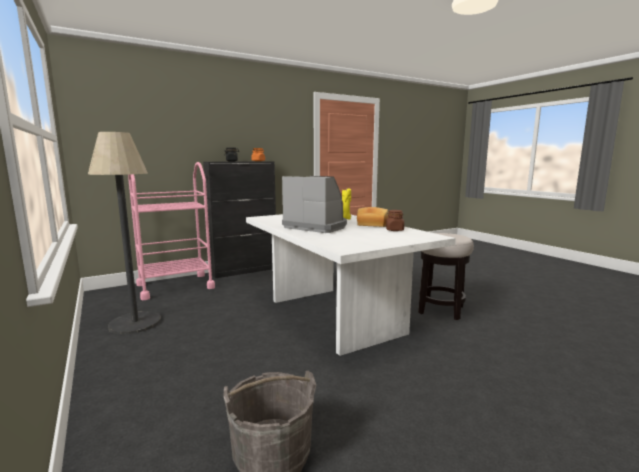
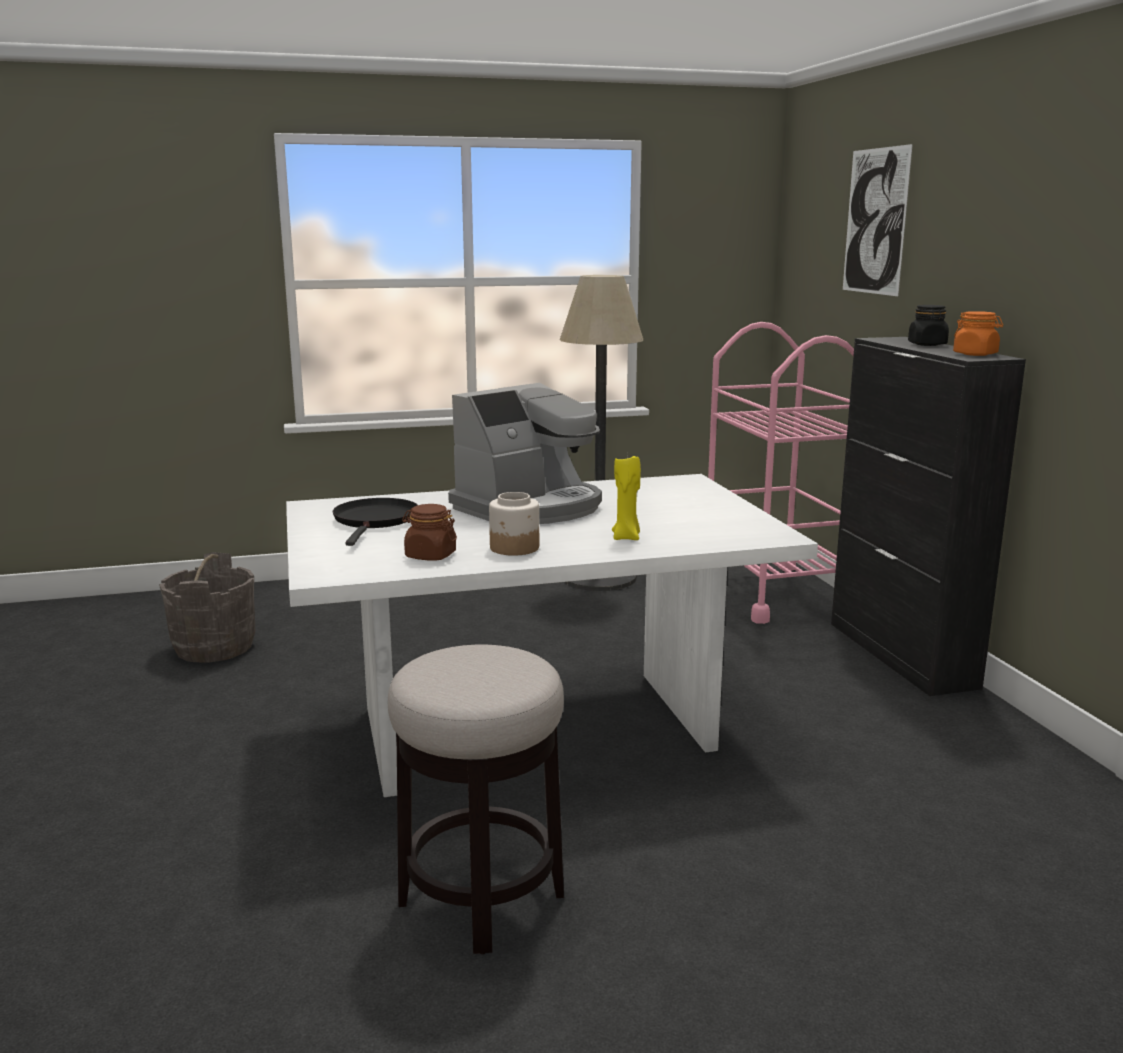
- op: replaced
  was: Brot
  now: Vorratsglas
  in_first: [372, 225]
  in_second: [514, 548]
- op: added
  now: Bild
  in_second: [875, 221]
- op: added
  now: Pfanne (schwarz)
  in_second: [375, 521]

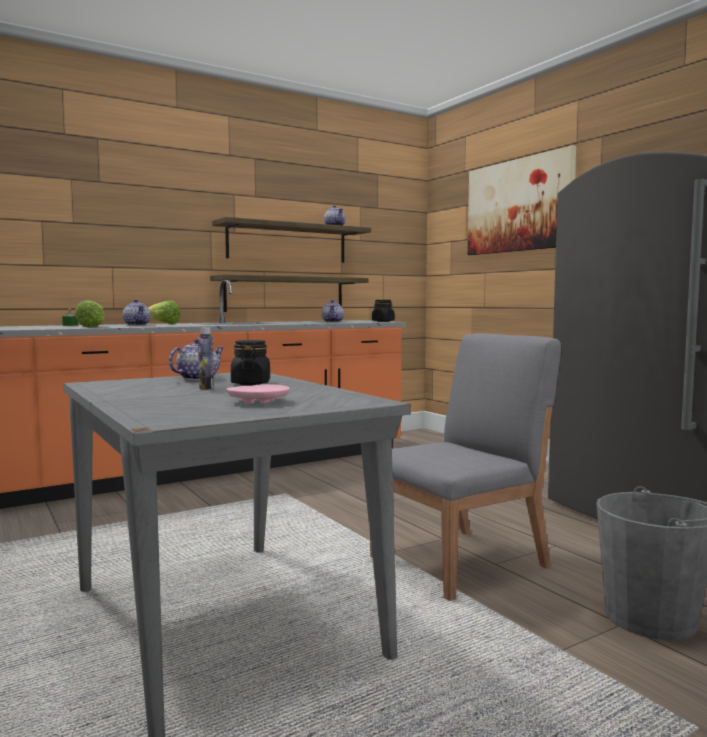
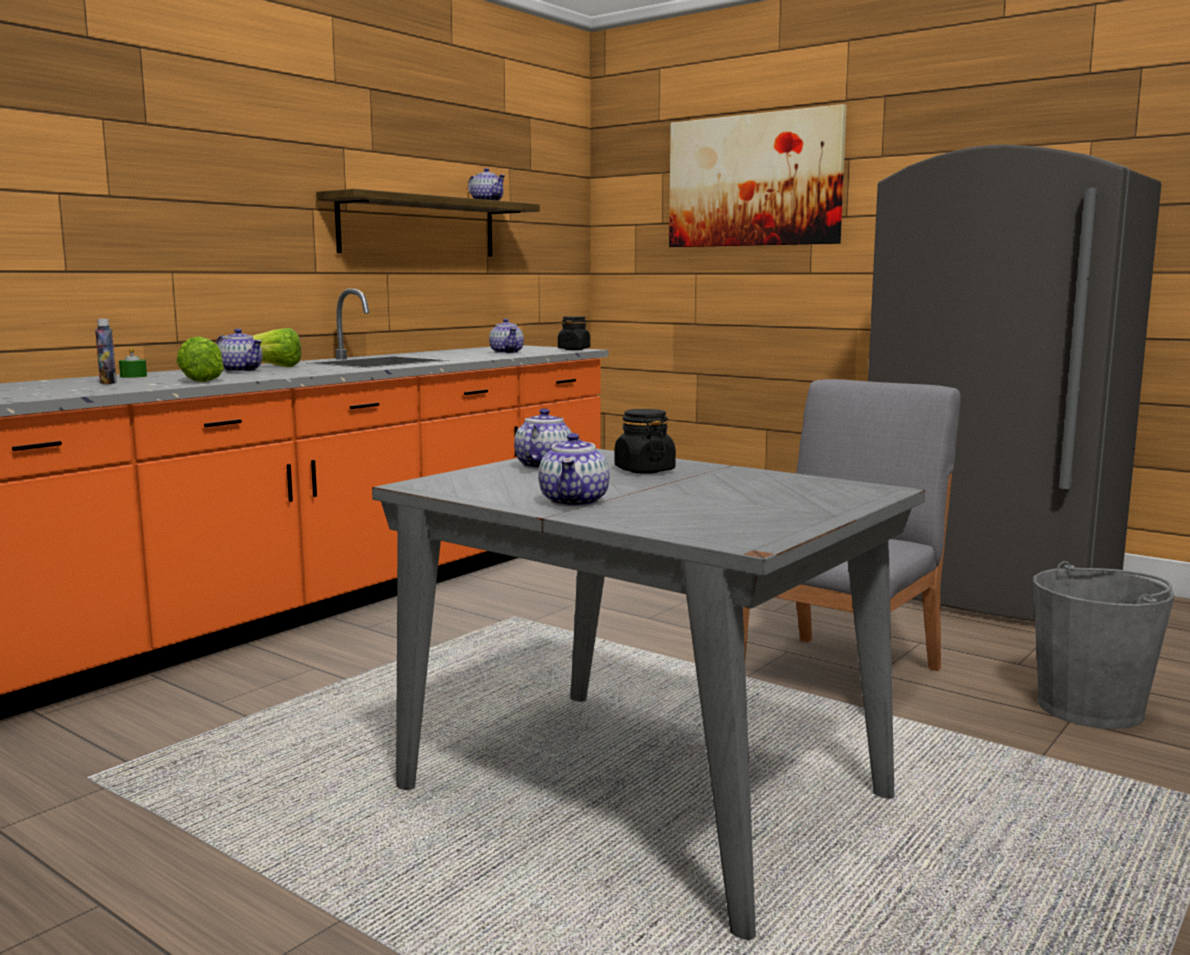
- op: removed
  was: Wandregal
  in_first: [285, 294]
- op: moved
  was: Flasche
  in_first: [206, 388]
  in_second: [108, 383]
- op: removed
  was: Teller (rosa)
  in_first: [258, 401]
- op: added
  now: Teekanne
  in_second: [575, 502]

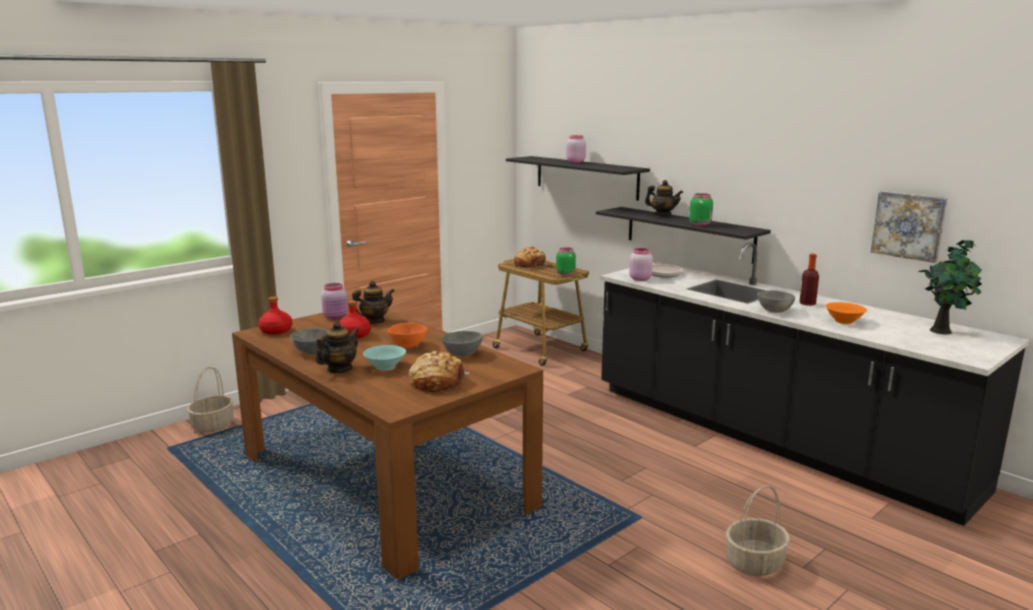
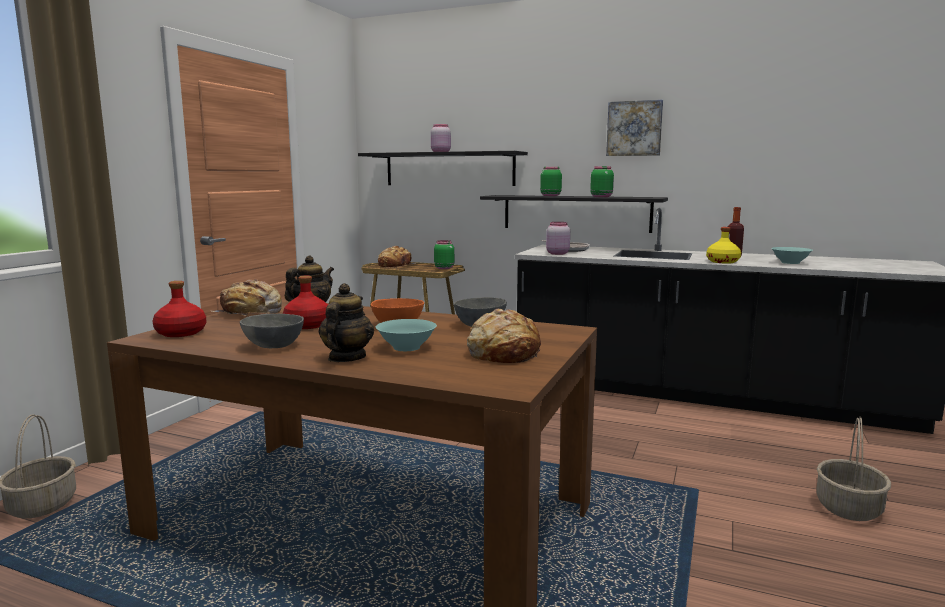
- op: replaced
  was: Teekanne
  now: Vorratsglas (grün)
  in_first: [663, 215]
  in_second: [550, 195]
- op: moved
  was: Bild
  in_first: [909, 225]
  in_second: [634, 128]
- op: removed
  was: Topfpflanze
  in_first: [942, 331]
- op: replaced
  was: Vorratsglas (rosa)
  now: Brot
  in_first: [336, 317]
  in_second: [251, 312]
- op: replaced
  was: Schüssel (grau)
  now: Flasche (gelb)
  in_first: [774, 311]
  in_second: [722, 262]
- op: recoloured
  was: Schüssel (orange)
  now: Schüssel (türkis)
  in_first: [844, 321]
  in_second: [790, 262]

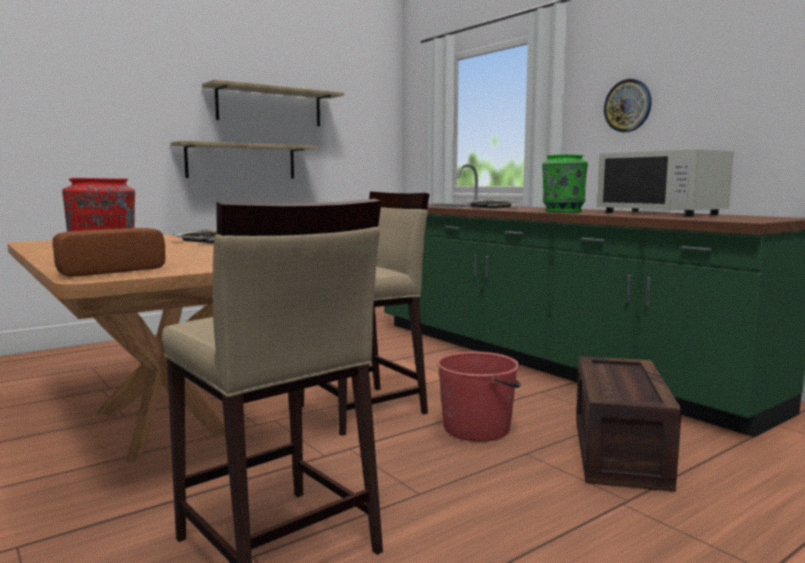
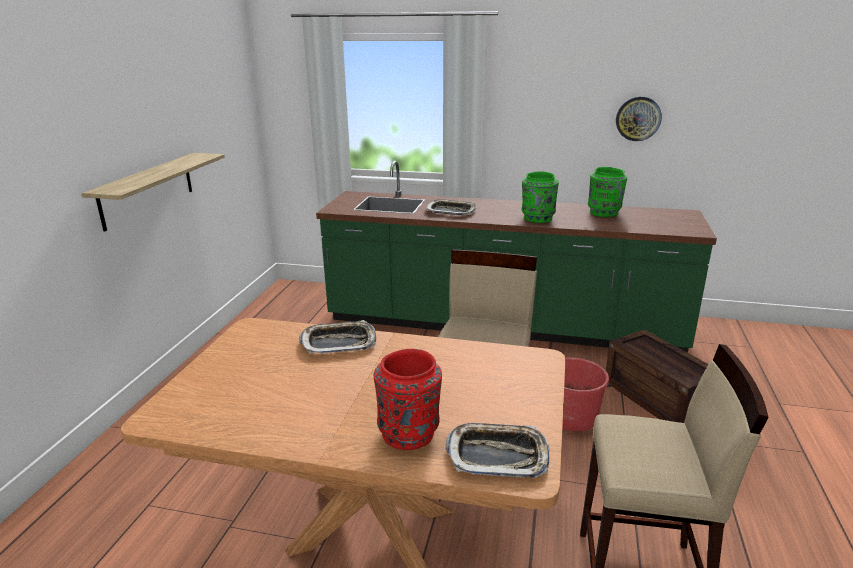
- op: moved
  was: Wanduhr
  in_first: [628, 106]
  in_second: [638, 118]
- op: removed
  was: Wandregal
  in_first: [269, 106]
- op: replaced
  was: Mikrowelle (weiß)
  now: Vase (grün)
  in_first: [661, 213]
  in_second: [604, 213]
- op: replaced
  was: Brot
  now: Tablett
  in_first: [108, 271]
  in_second: [497, 455]

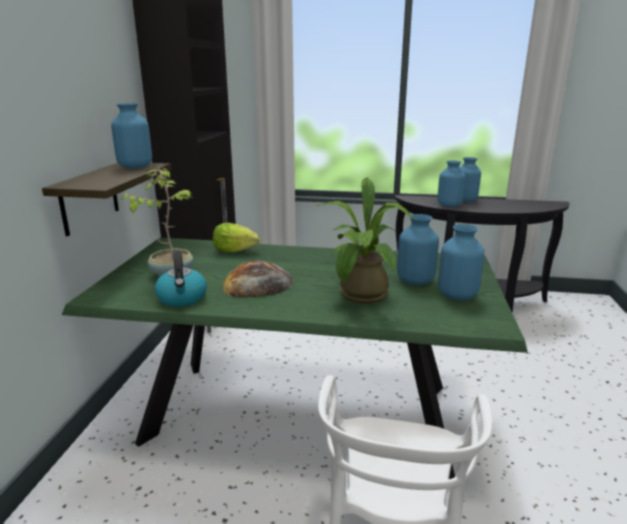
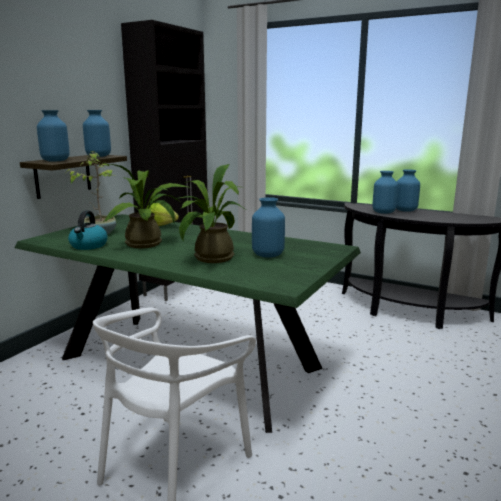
- op: moved
  was: Vase (blau)
  in_first: [458, 295]
  in_second: [56, 161]
- op: replaced
  was: Brot
  now: Topfpflanze
  in_first: [257, 284]
  in_second: [148, 244]

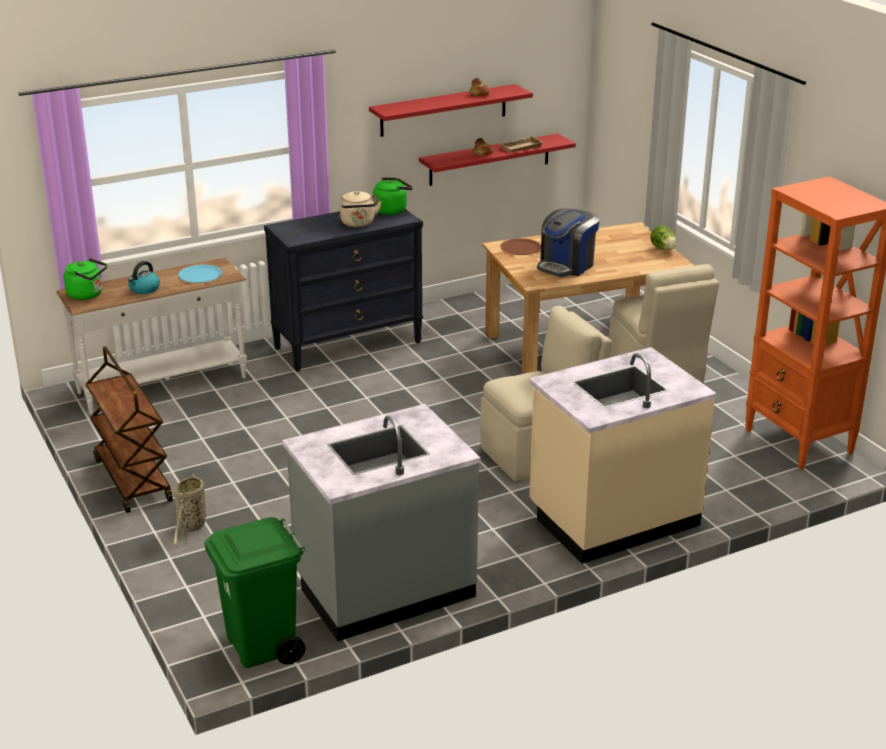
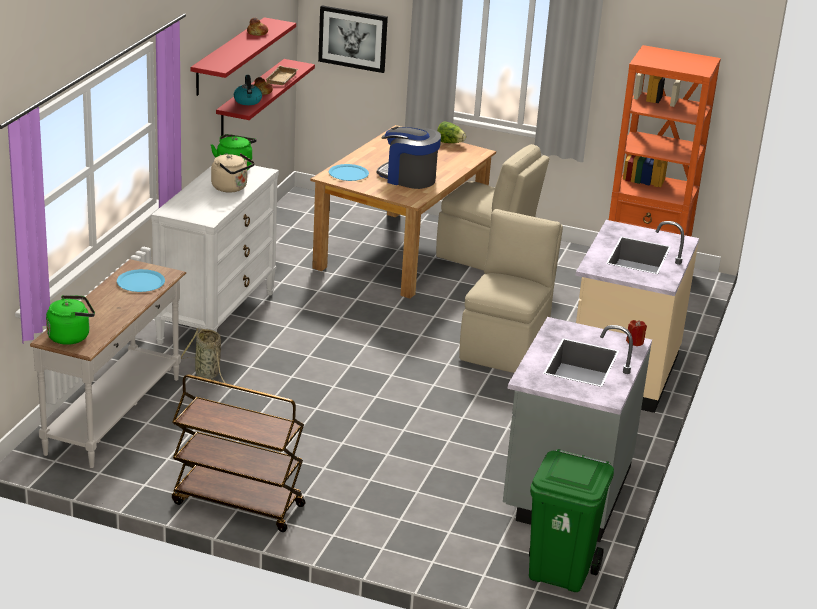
- op: turned
  was: Kaffeemaschine
  in_first: [566, 265]
  in_second: [408, 178]
  clockwise: 120
- op: recoloured
  was: Kommode (schwarz)
  now: Kommode (weiß)
  in_first: [348, 344]
  in_second: [217, 317]
- op: recoloured
  was: Teller (braun)
  now: Teller (blau)
  in_first: [520, 248]
  in_second: [348, 173]
- op: moved
  was: Wasserkessel
  in_first: [144, 289]
  in_second: [248, 101]
- op: moved
  was: Korb
  in_first: [191, 527]
  in_second: [208, 375]
- op: added
  now: Bild
  in_second: [353, 38]
- op: added
  now: Kerze (rot)
  in_second: [635, 342]

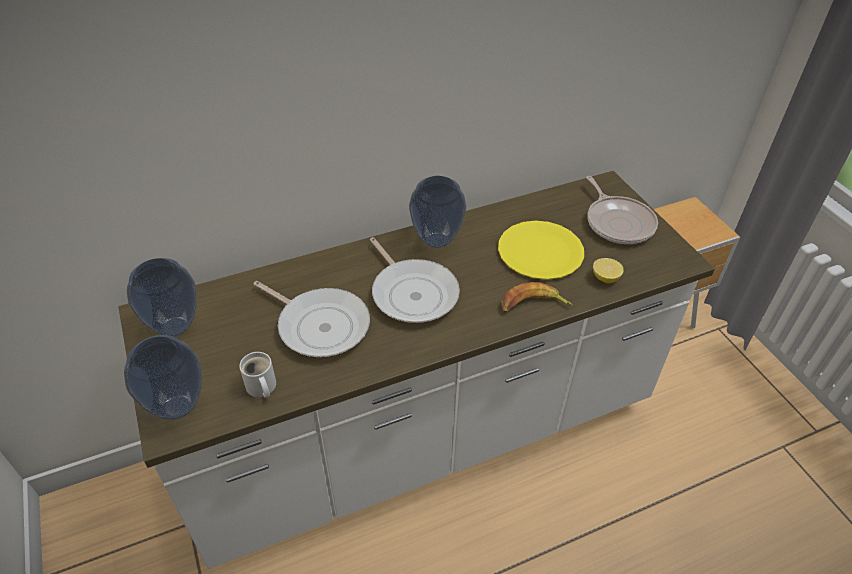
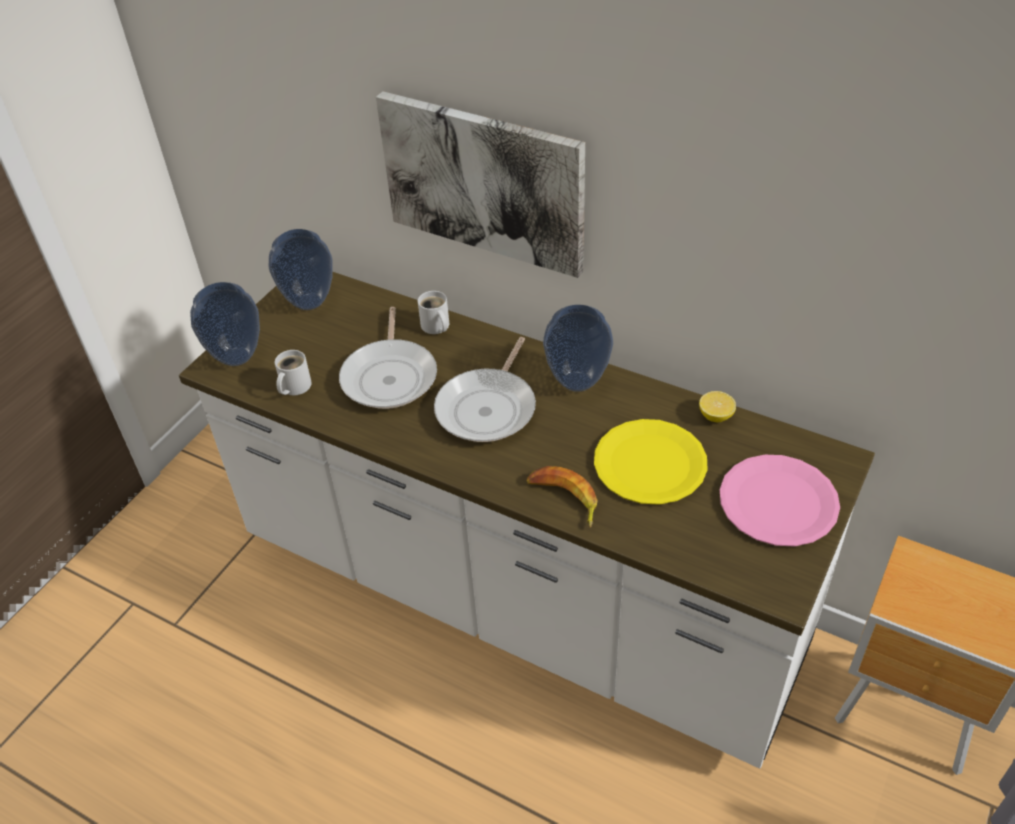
- op: replaced
  was: Pfanne
  now: Teller (rosa)
  in_first: [618, 222]
  in_second: [778, 502]
- op: moved
  was: Zitrone
  in_first: [605, 278]
  in_second: [715, 416]
- op: added
  now: Bild
  in_second: [484, 182]
- op: added
  now: Henkelbecher (weiß)
  in_second: [435, 327]

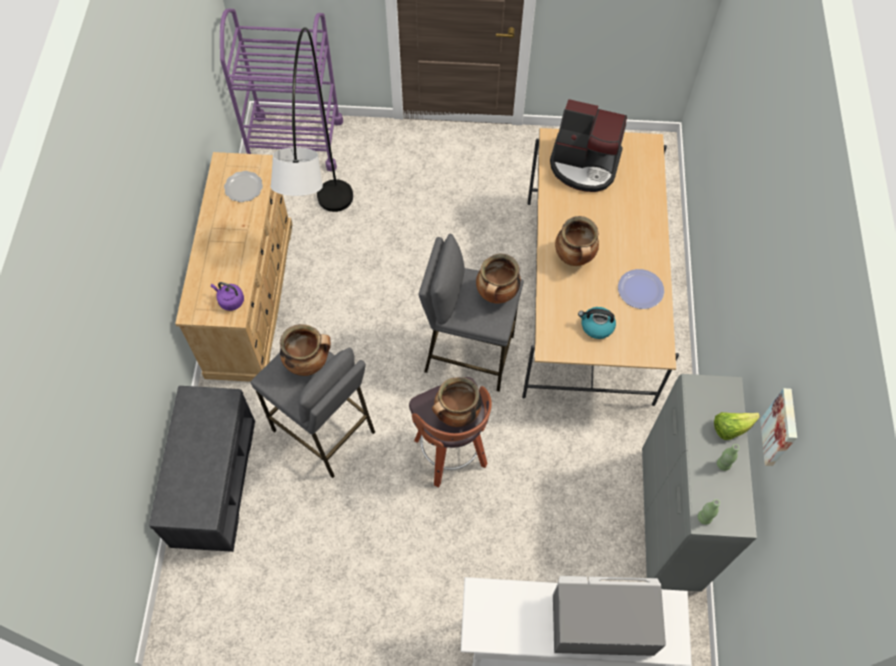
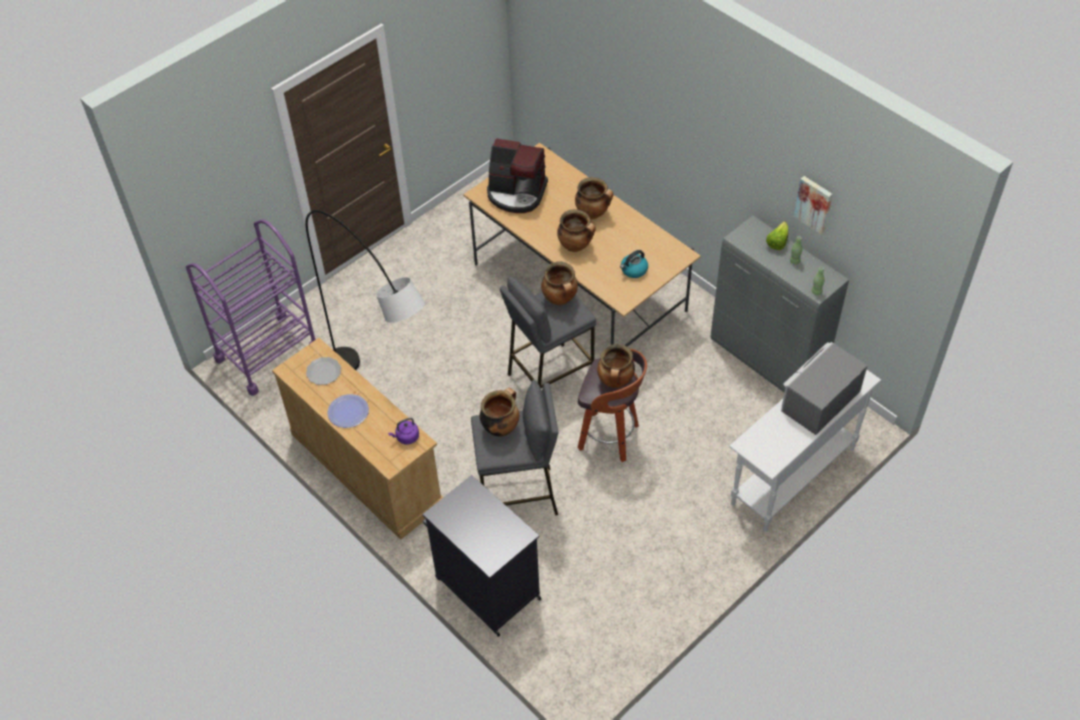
- op: turned
  was: Kaffeemaschine
  in_first: [584, 164]
  in_second: [516, 193]
  clockwise: 45
- op: moved
  was: Teller
  in_first: [640, 290]
  in_second: [348, 412]
- op: replaced
  was: Bank (grau)
  now: Schrank (schwarz)
  in_first: [212, 481]
  in_second: [486, 587]
- op: added
  now: Kochtopf
  in_second: [593, 213]

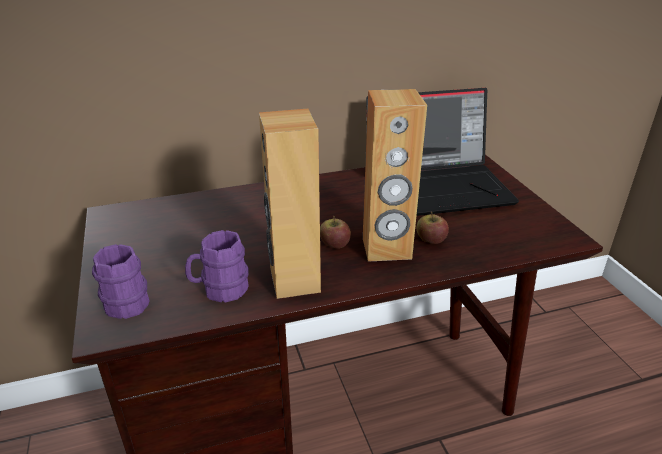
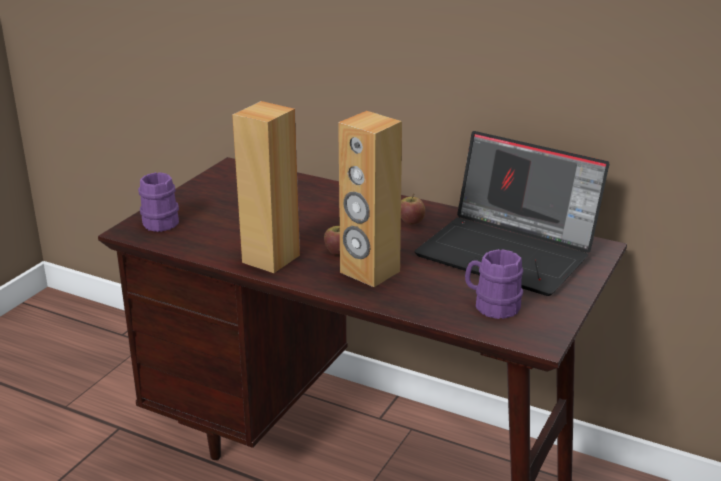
- op: moved
  was: Apfel
  in_first: [430, 240]
  in_second: [411, 221]
- op: moved
  was: Henkelbecher (lila)
  in_first: [220, 290]
  in_second: [491, 306]

